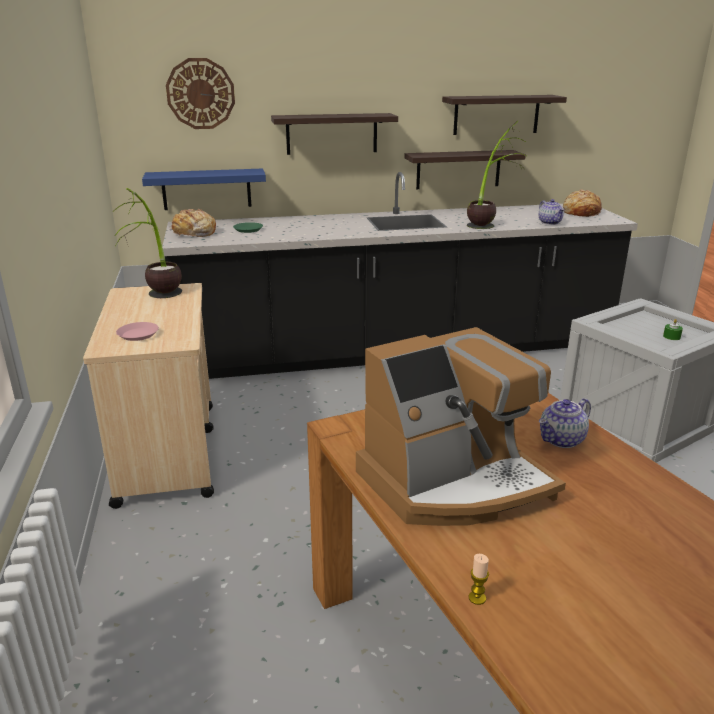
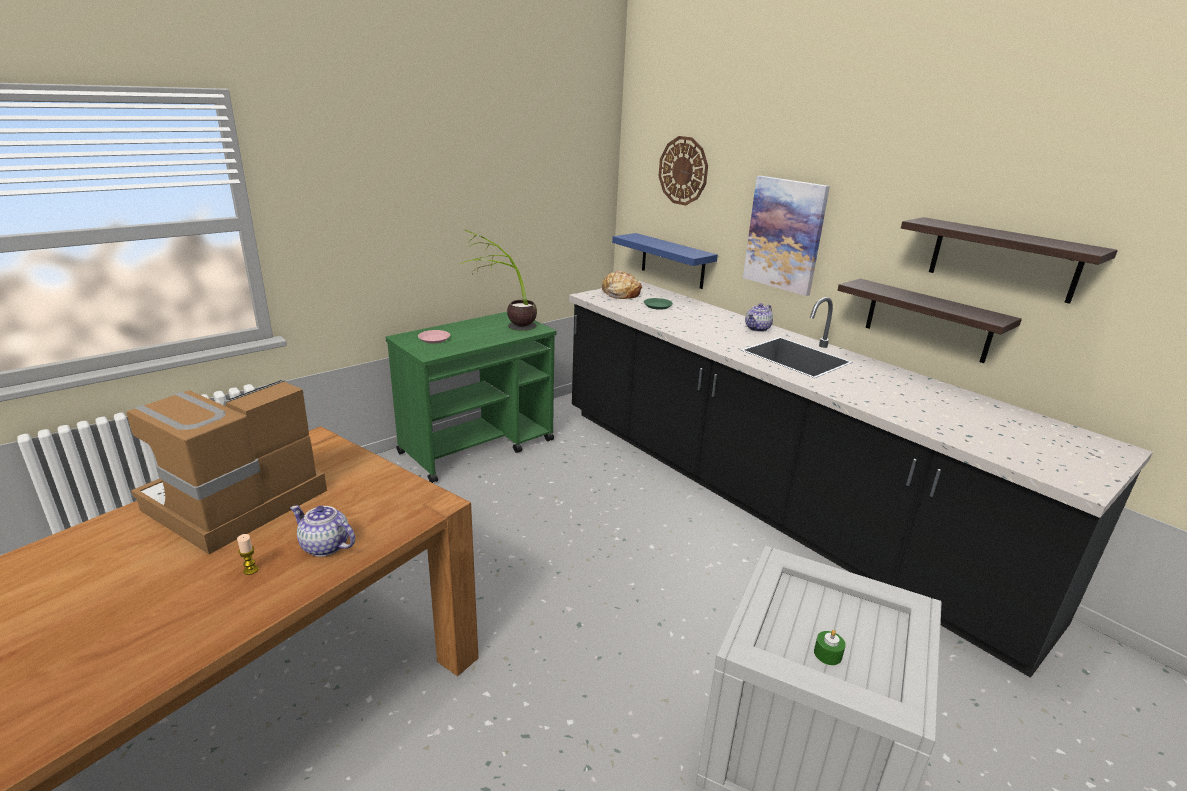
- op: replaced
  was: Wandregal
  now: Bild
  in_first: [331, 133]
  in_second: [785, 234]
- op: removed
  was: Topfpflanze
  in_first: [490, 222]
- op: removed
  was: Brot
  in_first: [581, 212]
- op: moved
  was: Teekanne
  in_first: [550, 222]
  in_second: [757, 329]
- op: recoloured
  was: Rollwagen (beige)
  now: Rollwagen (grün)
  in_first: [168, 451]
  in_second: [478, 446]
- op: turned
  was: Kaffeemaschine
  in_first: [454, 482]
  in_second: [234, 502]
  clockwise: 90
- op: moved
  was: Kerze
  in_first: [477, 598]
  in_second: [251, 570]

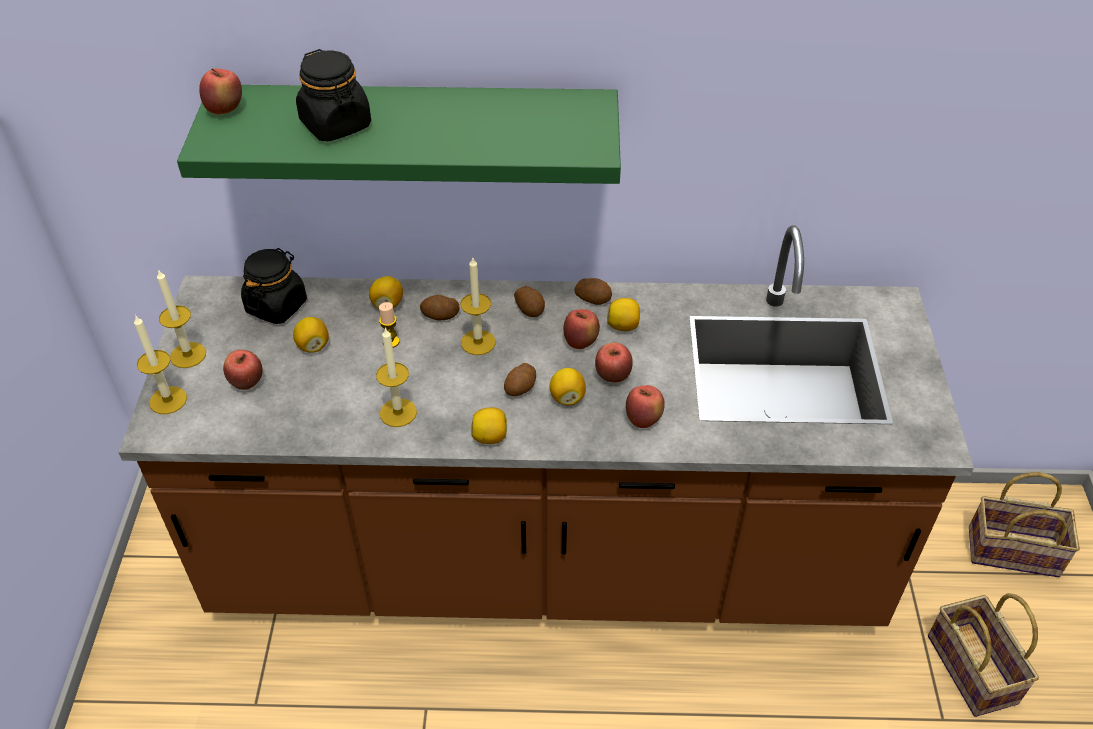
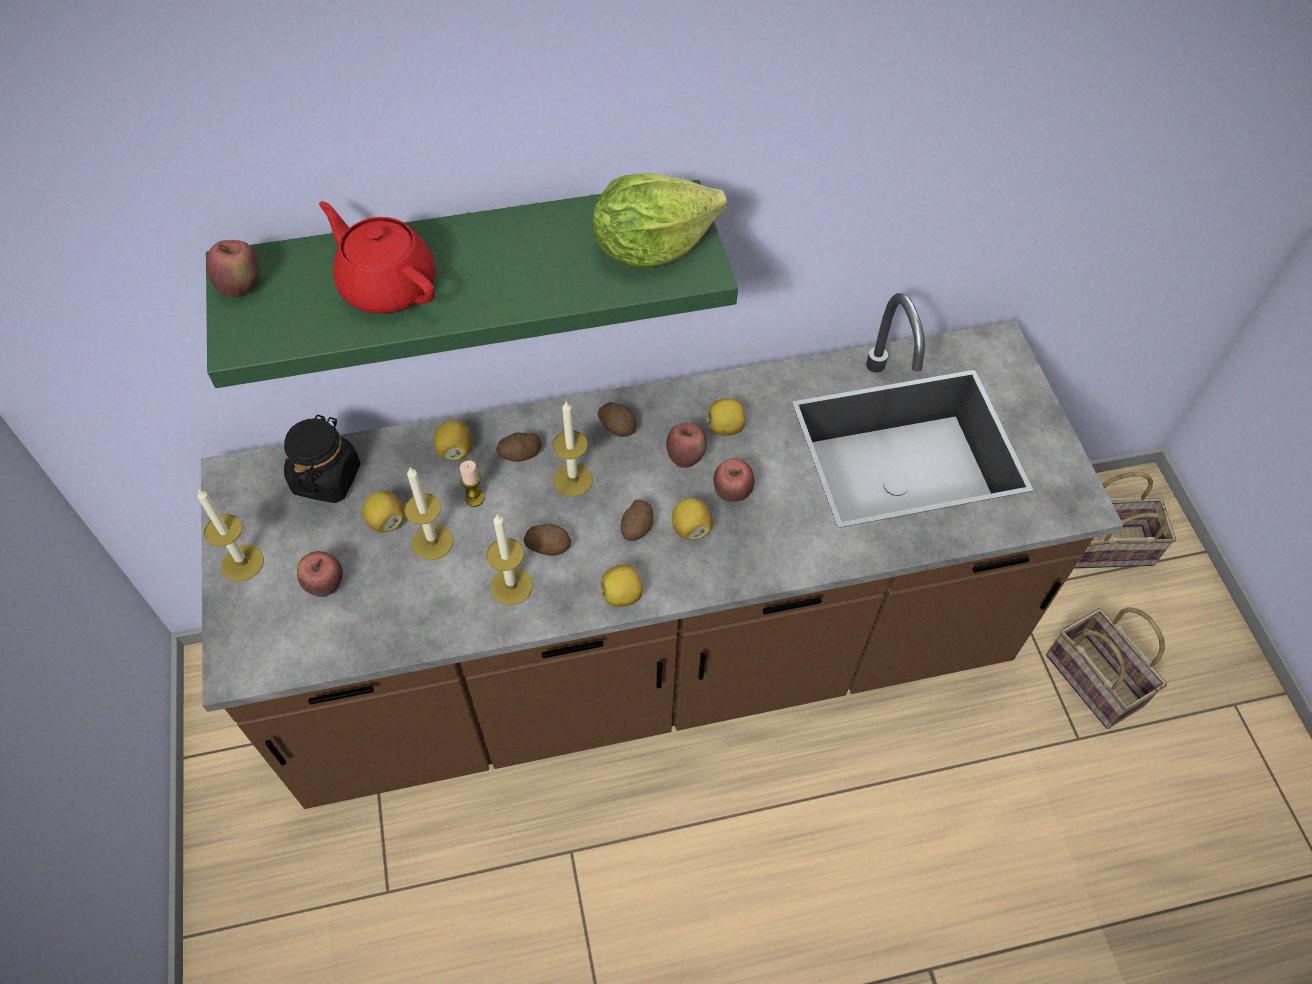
- op: replaced
  was: Vorratsglas (schwarz)
  now: Teekanne (rot)
  in_first: [336, 125]
  in_second: [387, 285]
- op: moved
  was: Kartoffel
  in_first: [593, 298]
  in_second: [548, 545]
- op: moved
  was: Kerze
  in_first: [168, 400]
  in_second: [432, 542]
- op: removed
  was: Apfel
  in_first: [643, 420]
- op: added
  now: Salatkopf
  in_second: [651, 247]

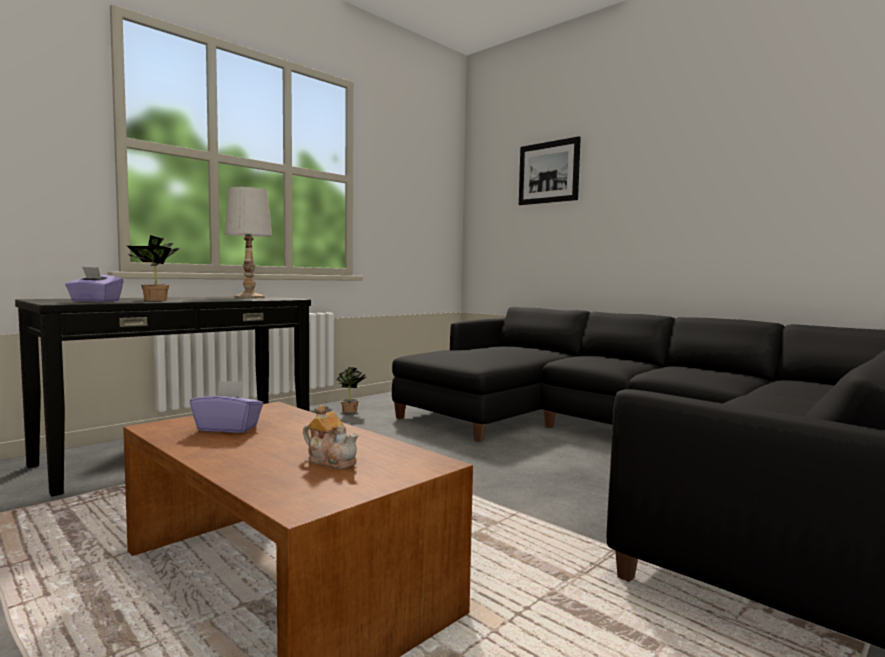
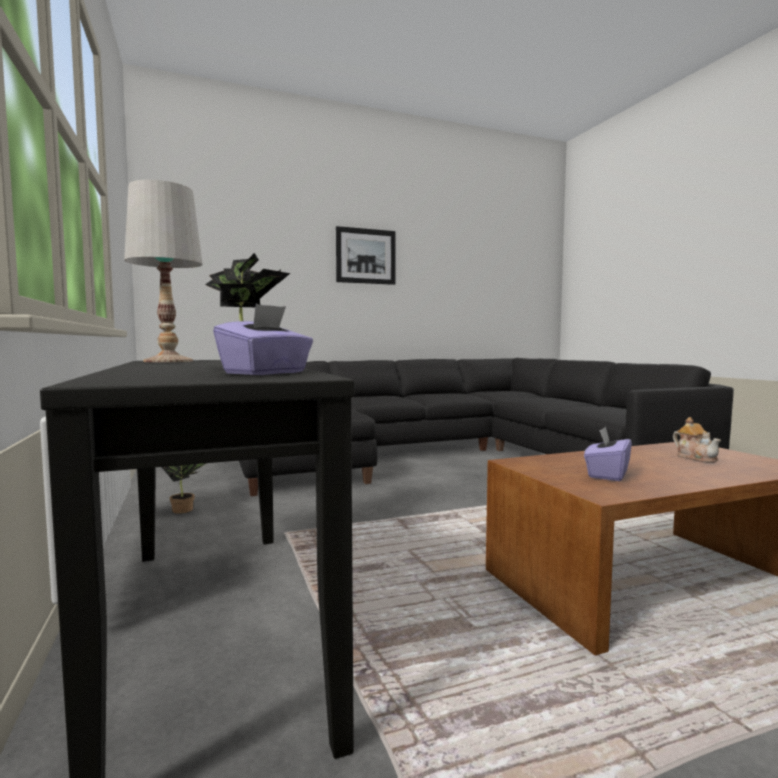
- op: moved
  was: Bild
  in_first: [548, 172]
  in_second: [366, 256]
- op: turned
  was: Teekanne
  in_first: [331, 460]
  in_second: [696, 458]
  clockwise: 105

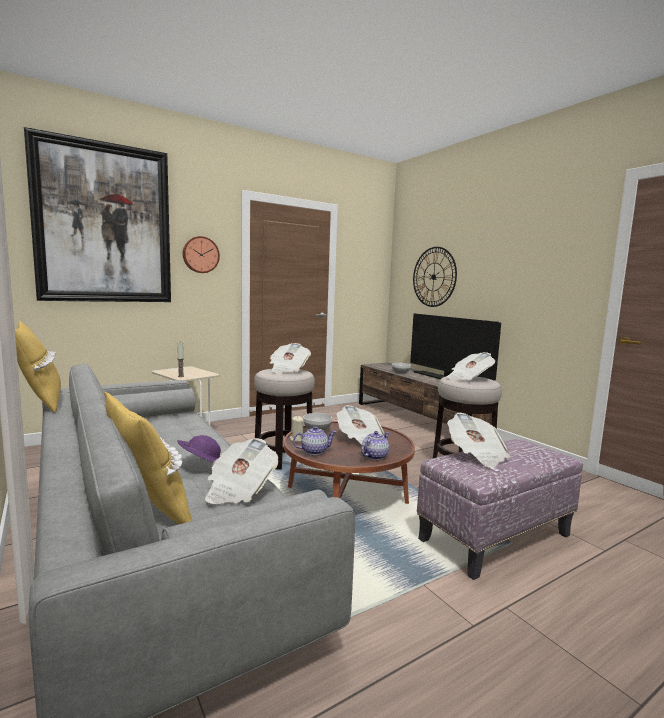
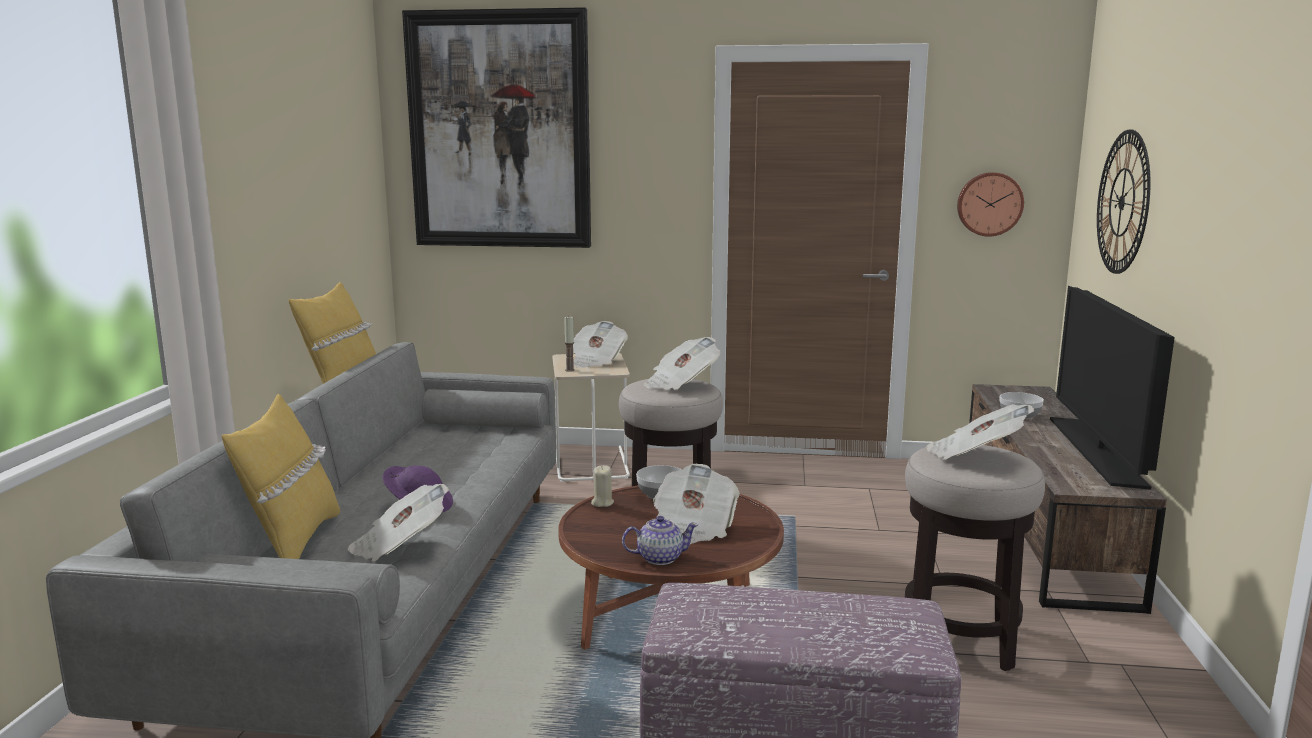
- op: moved
  was: Wanduhr
  in_first: [200, 255]
  in_second: [989, 204]
- op: moved
  was: Zeitung
  in_first: [476, 455]
  in_second: [596, 361]
- op: removed
  was: Teekanne
  in_first: [314, 451]

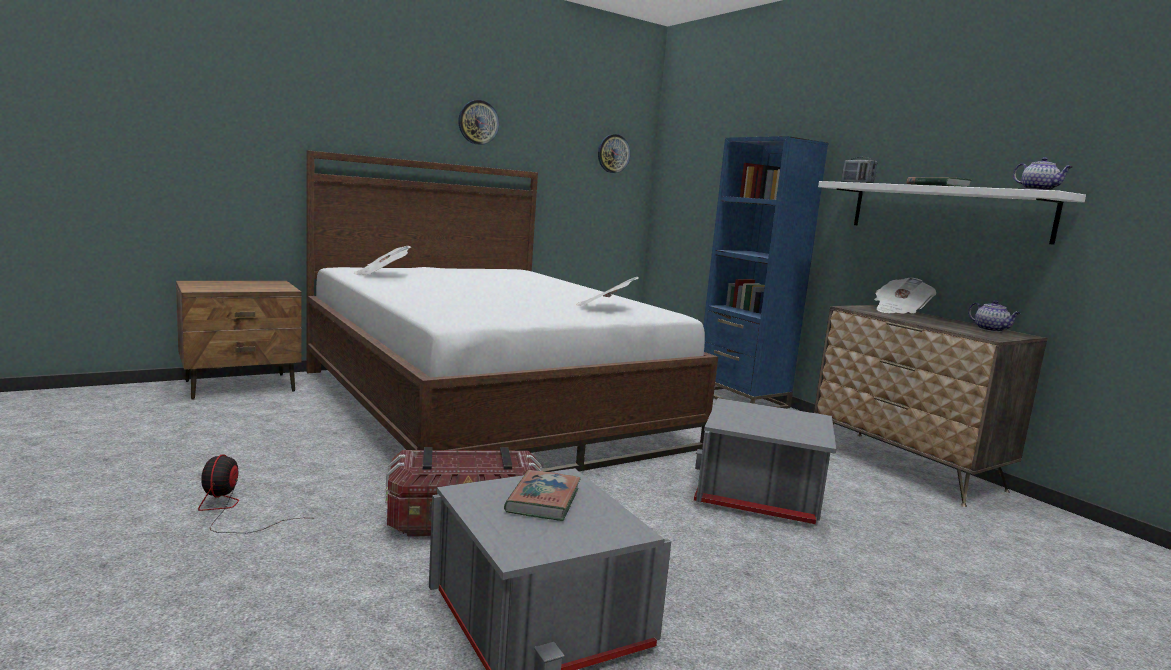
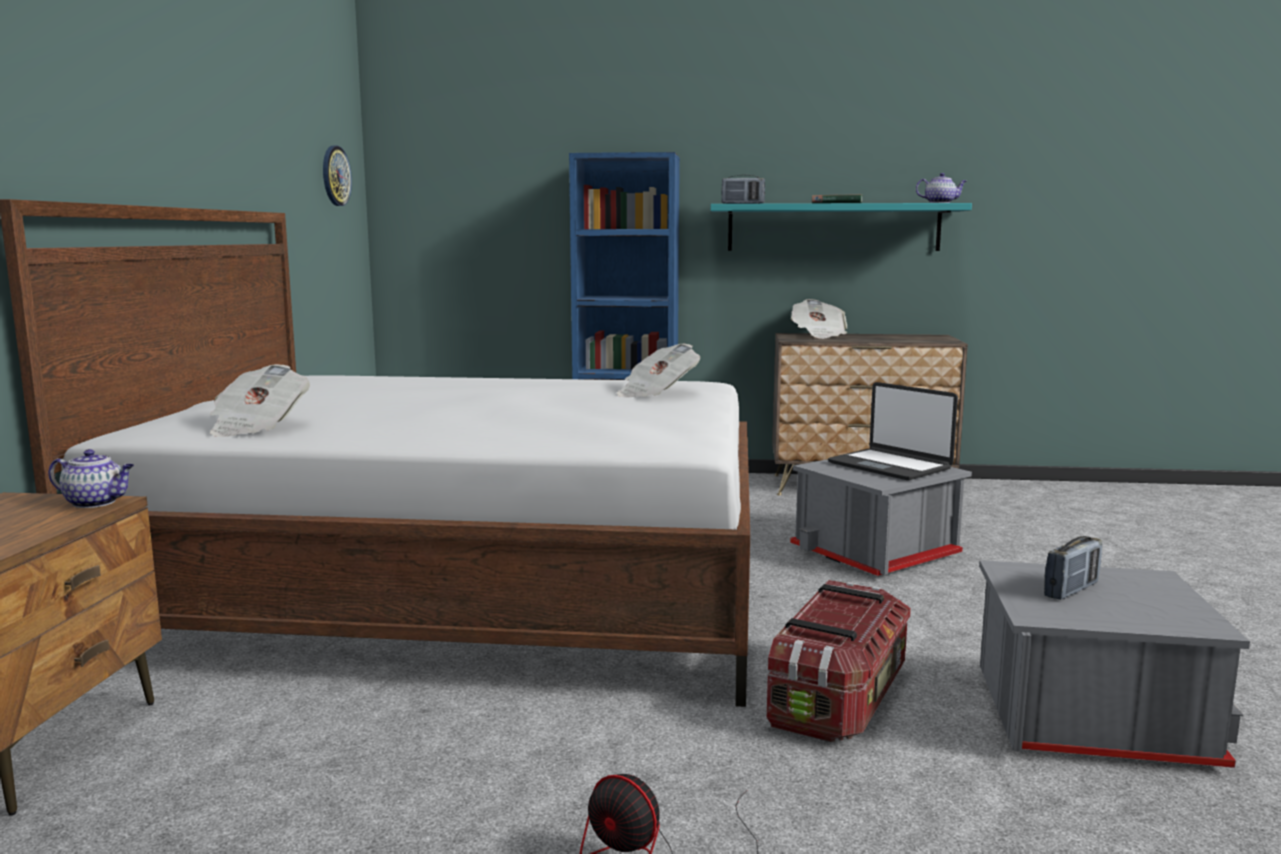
- op: removed
  was: Wanduhr
  in_first: [478, 122]
- op: recoloured
  was: Wandregal (weiß)
  now: Wandregal (türkis)
  in_first: [946, 211]
  in_second: [833, 228]
- op: moved
  was: Teekanne
  in_first: [991, 330]
  in_second: [96, 503]
- op: replaced
  was: Buch
  now: Radio
  in_first: [543, 500]
  in_second: [1071, 590]
- op: added
  now: Laptop
  in_second: [890, 466]

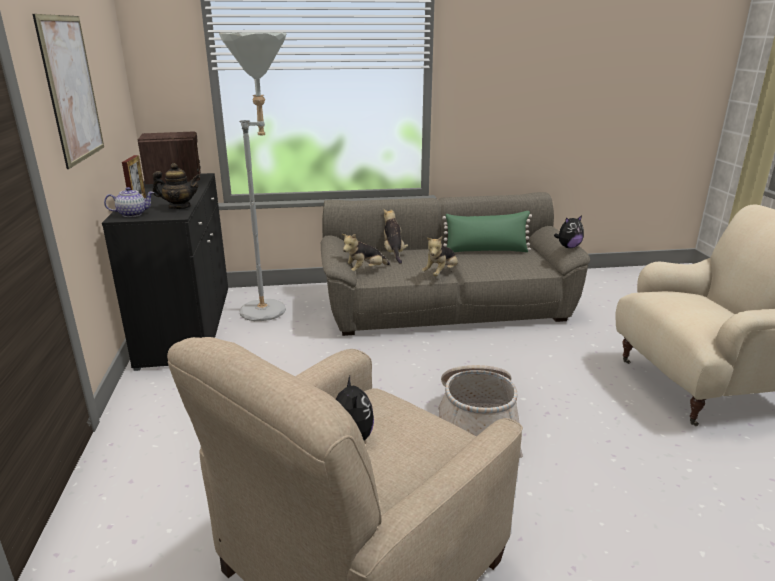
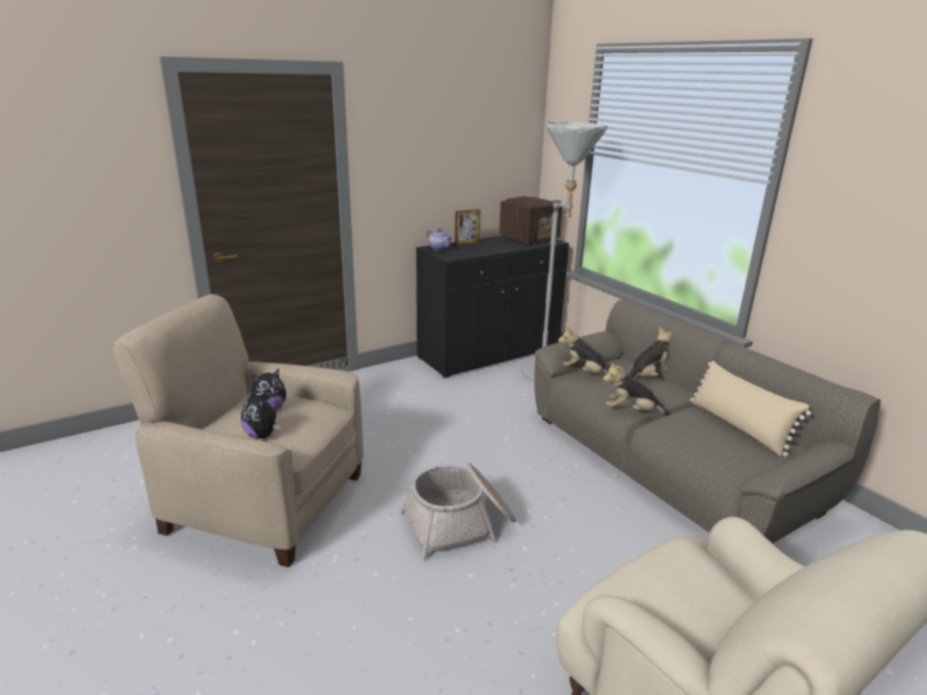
- op: removed
  was: Bild
  in_first: [72, 89]
- op: removed
  was: Teekanne
  in_first: [180, 207]
- op: recoloured
  was: Kissen (grün)
  now: Kissen (beige)
  in_first: [486, 251]
  in_second: [738, 427]
- op: moved
  was: Plüschtier
  in_first: [568, 247]
  in_second: [262, 435]

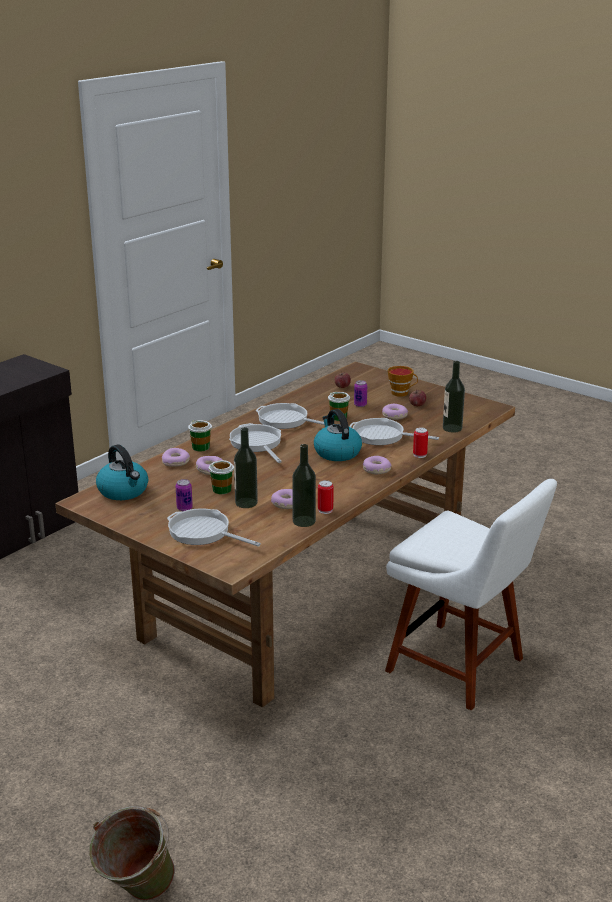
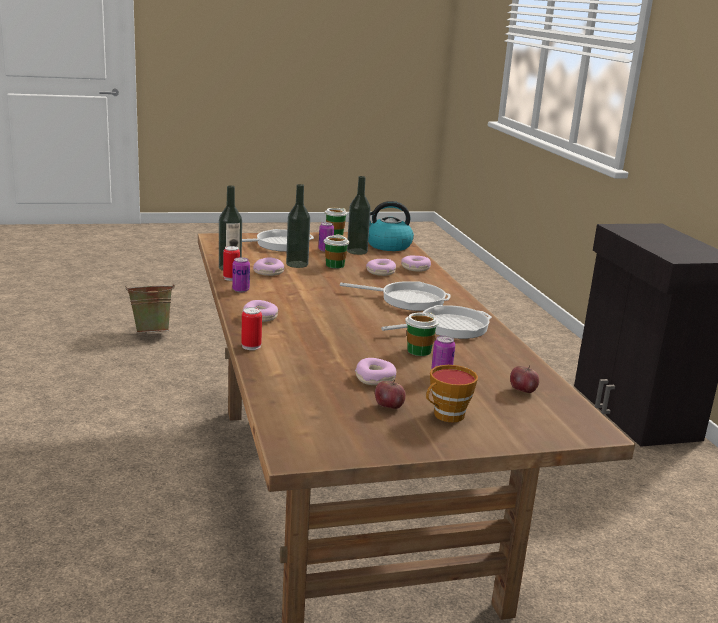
- op: moved
  was: Flasche
  in_first: [452, 428]
  in_second: [357, 251]
- op: removed
  was: Wasserkessel
  in_first: [336, 452]
- op: removed
  was: Pfanne
  in_first: [382, 436]
- op: moved
  was: Tasse
  in_first: [201, 447]
  in_second: [334, 234]
- op: removed
  was: Stuhl (weiß)
  in_first: [461, 667]
- op: added
  now: Dose
  in_second: [240, 290]

